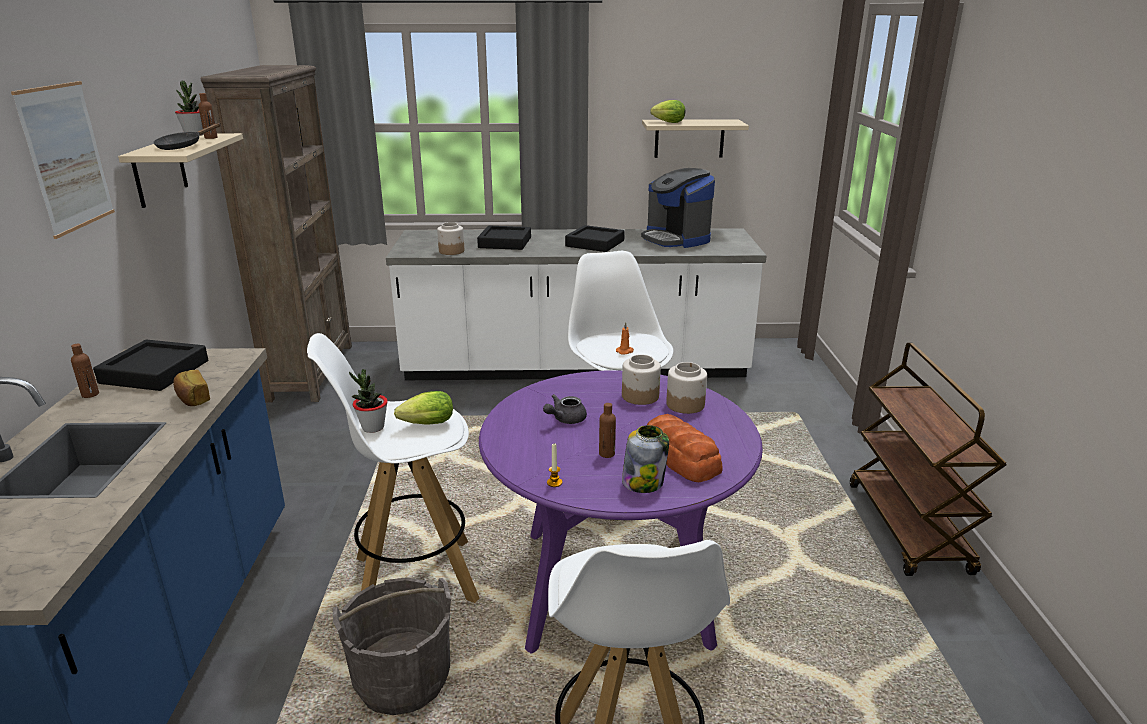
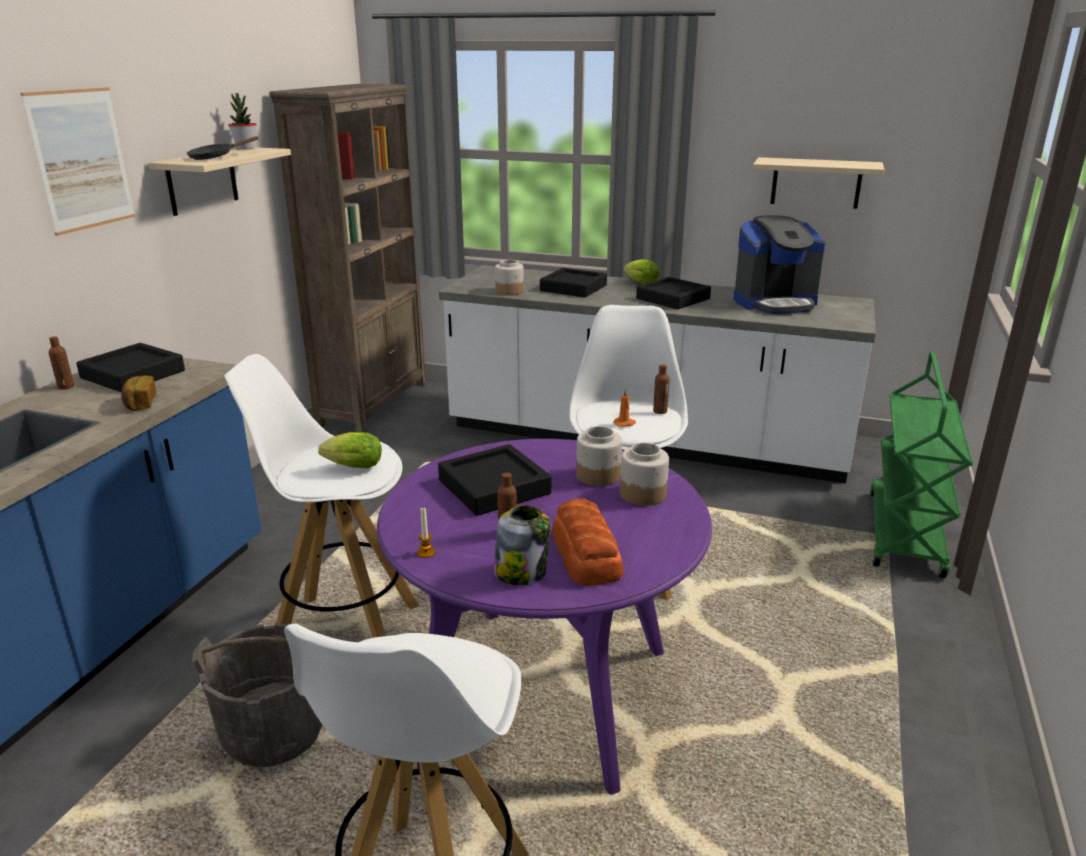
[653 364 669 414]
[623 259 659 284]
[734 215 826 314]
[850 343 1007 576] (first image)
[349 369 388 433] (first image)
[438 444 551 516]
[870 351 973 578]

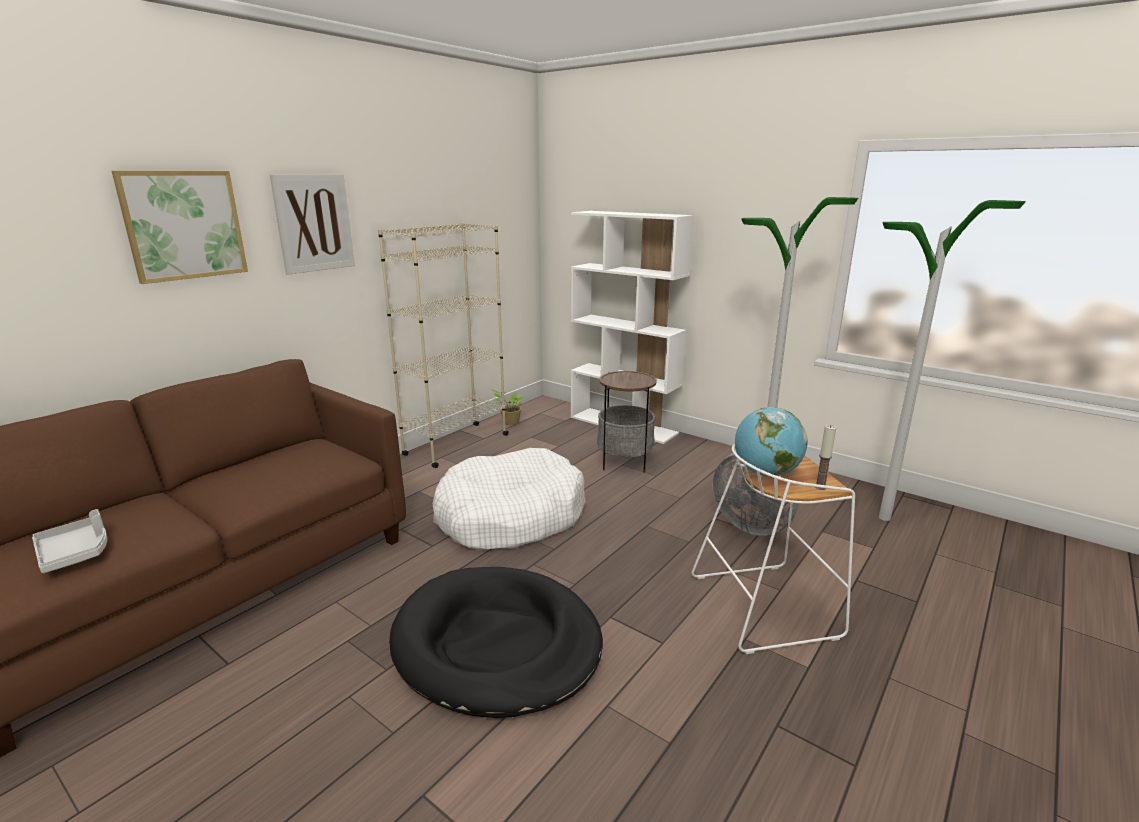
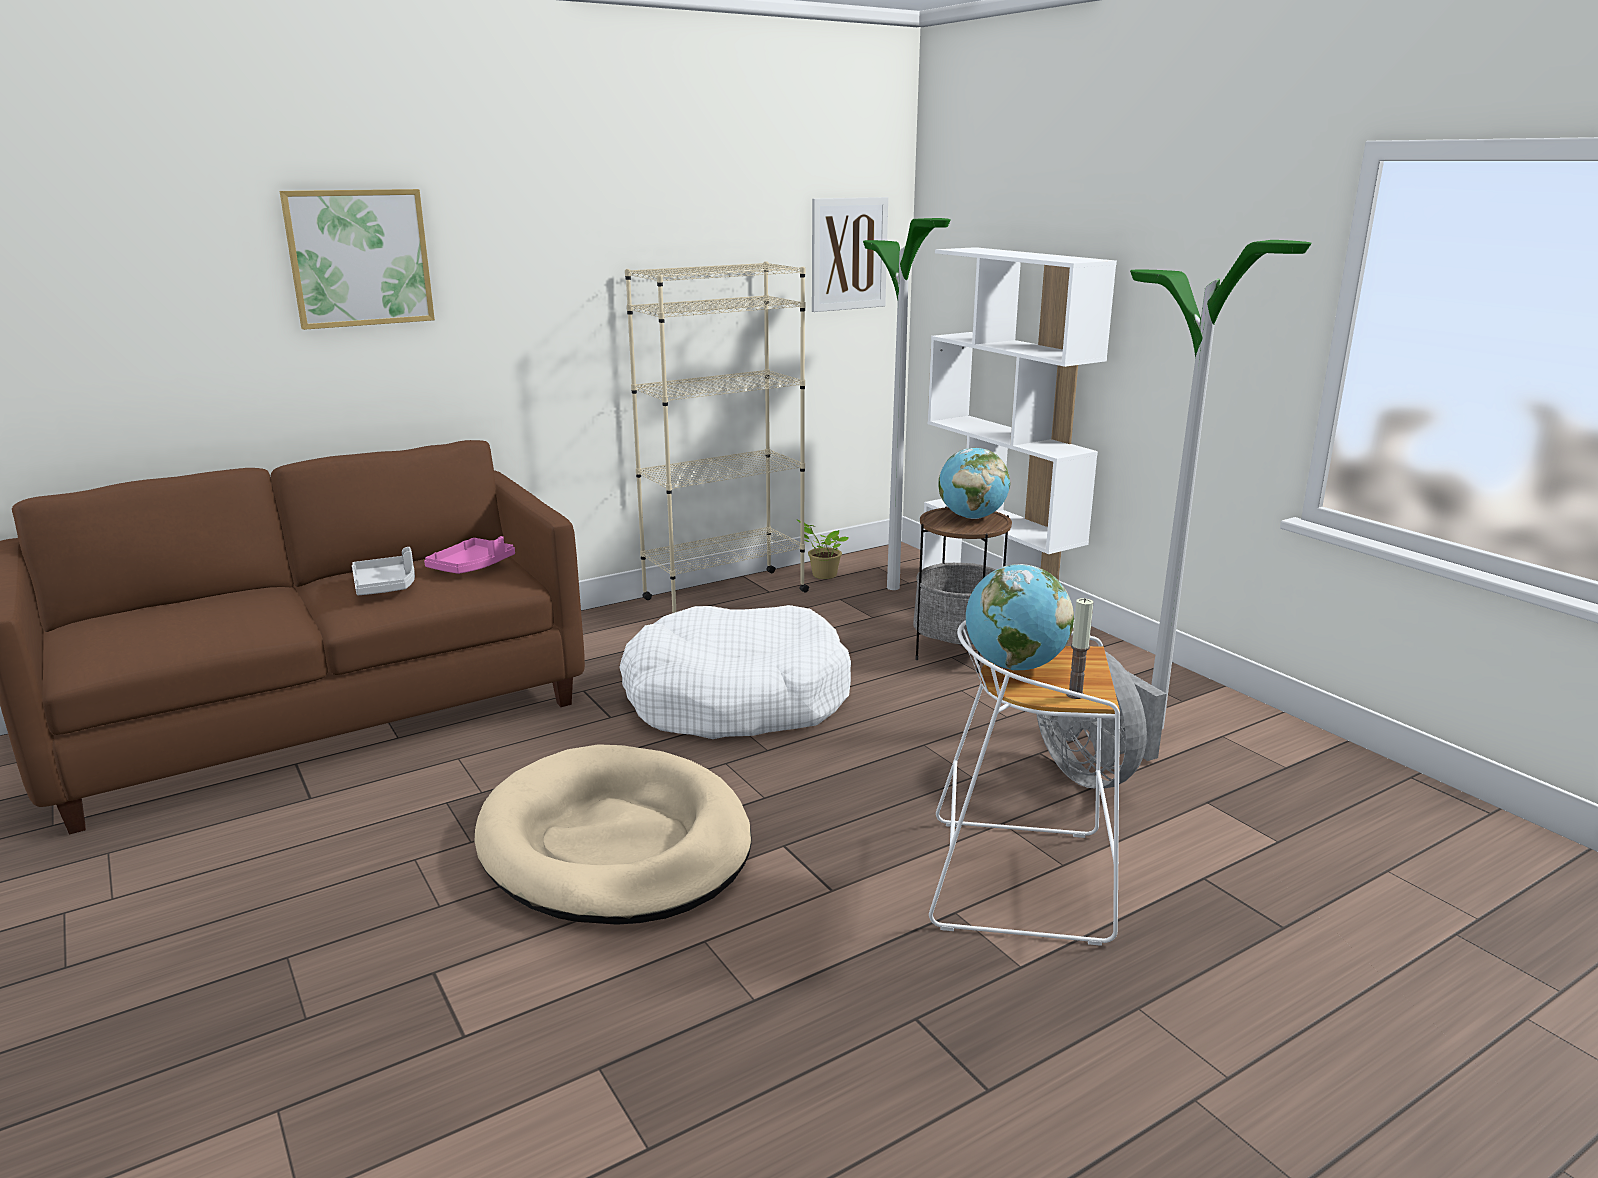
[812 197 888 312]
[863 218 951 590]
[352 547 415 595]
[475 744 752 925]
[938 448 1010 519]
[424 536 515 574]

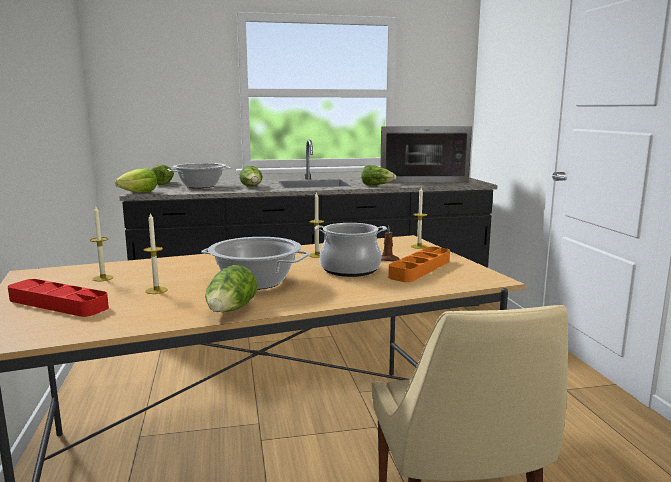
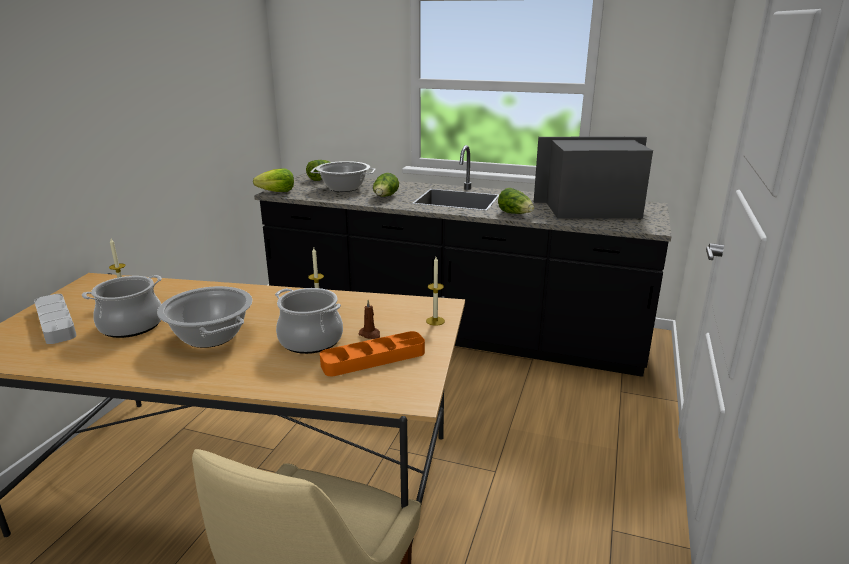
[534 137 653 218]
[82 275 162 338]
[205 265 257 312] (first image)
[34 294 77 344]

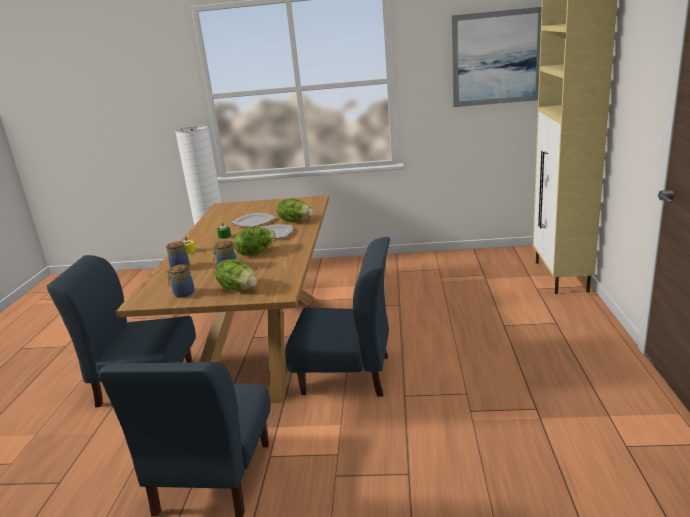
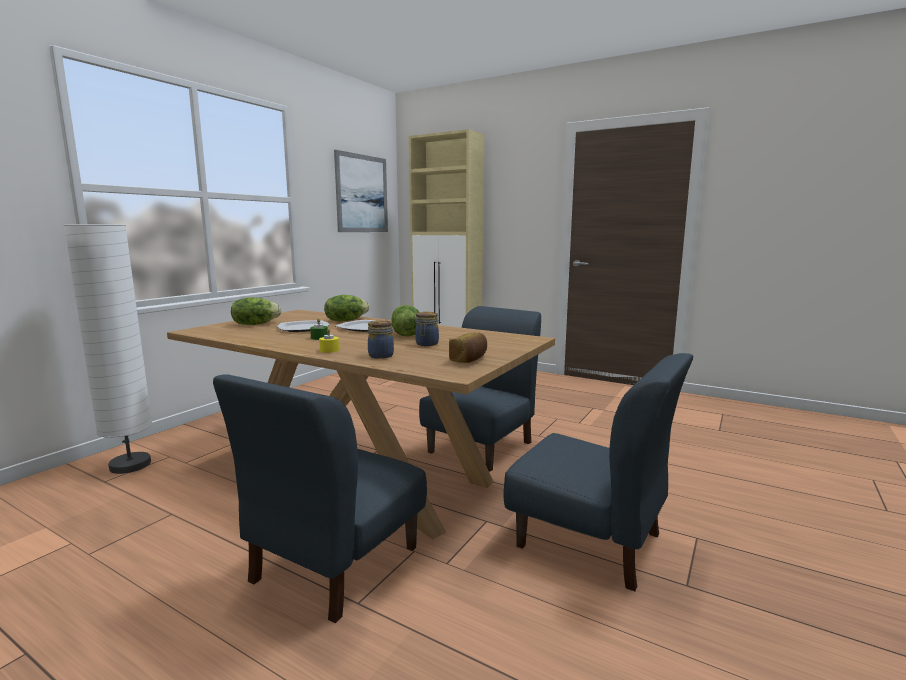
[231 297 281 325]
[449 332 487 363]

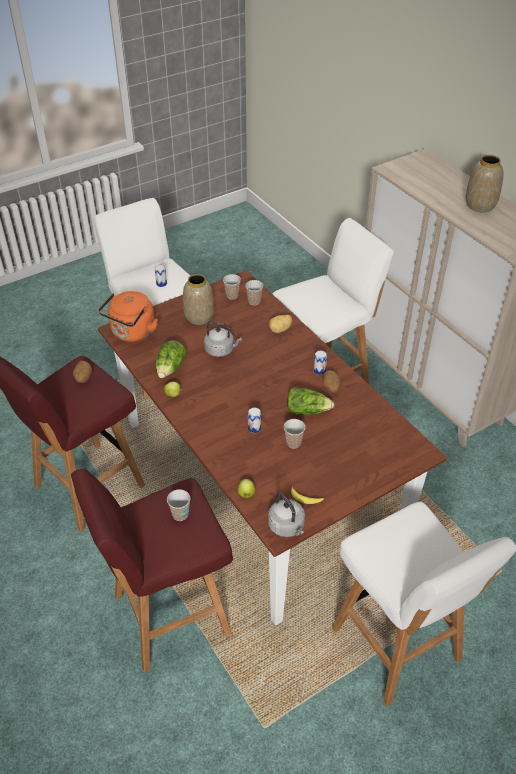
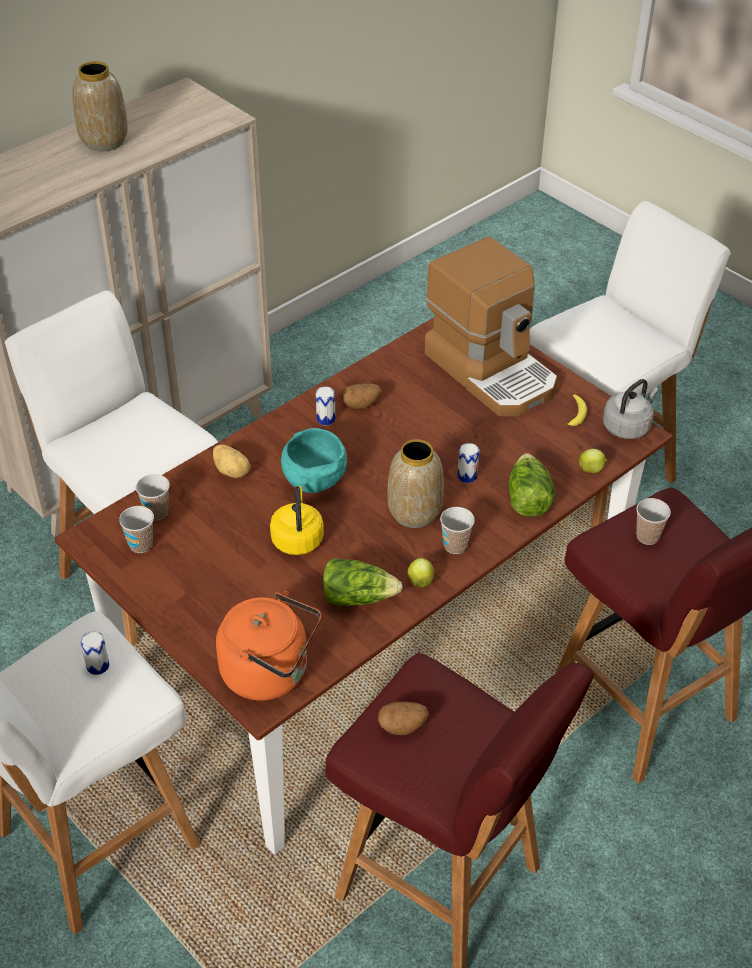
[387 439 444 528]
[270 486 324 555]
[508 453 555 517]
[440 507 475 554]
[425 237 557 416]
[281 428 347 493]

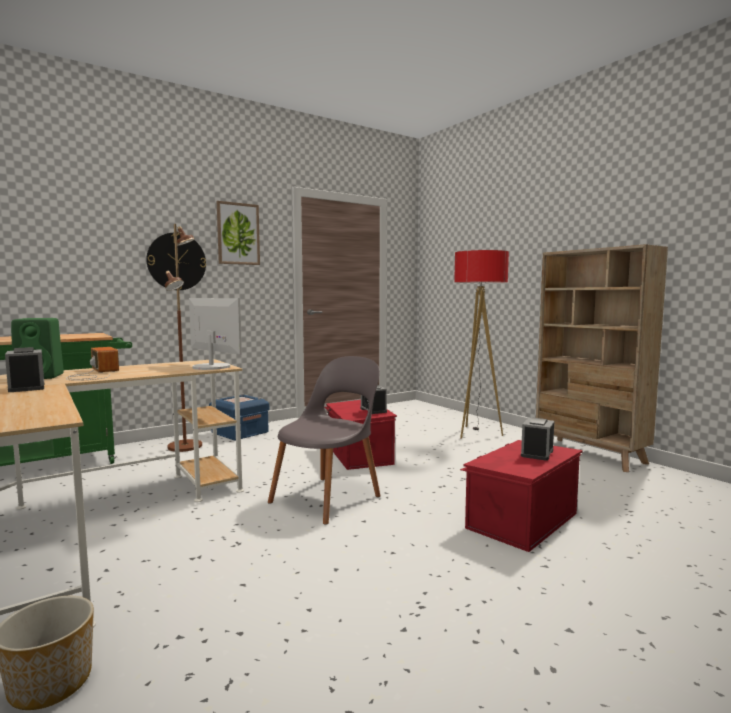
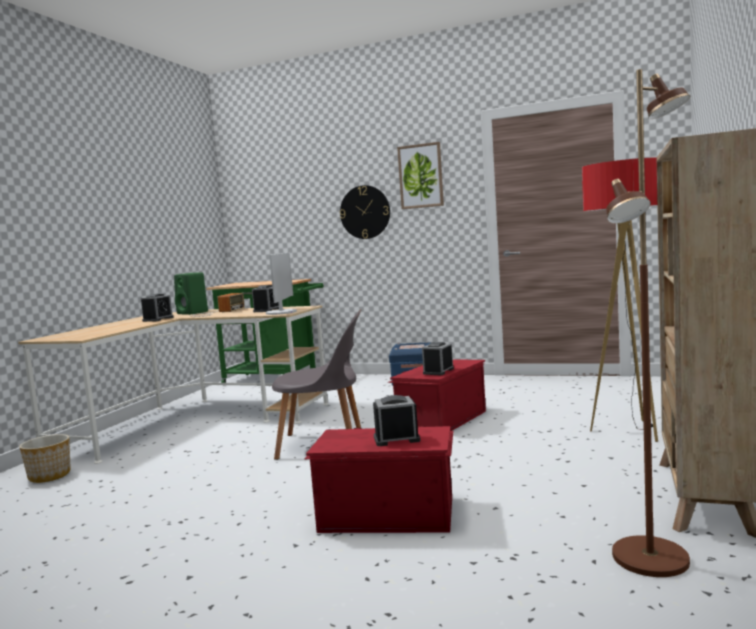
[606 69 690 577]
[252 285 279 312]

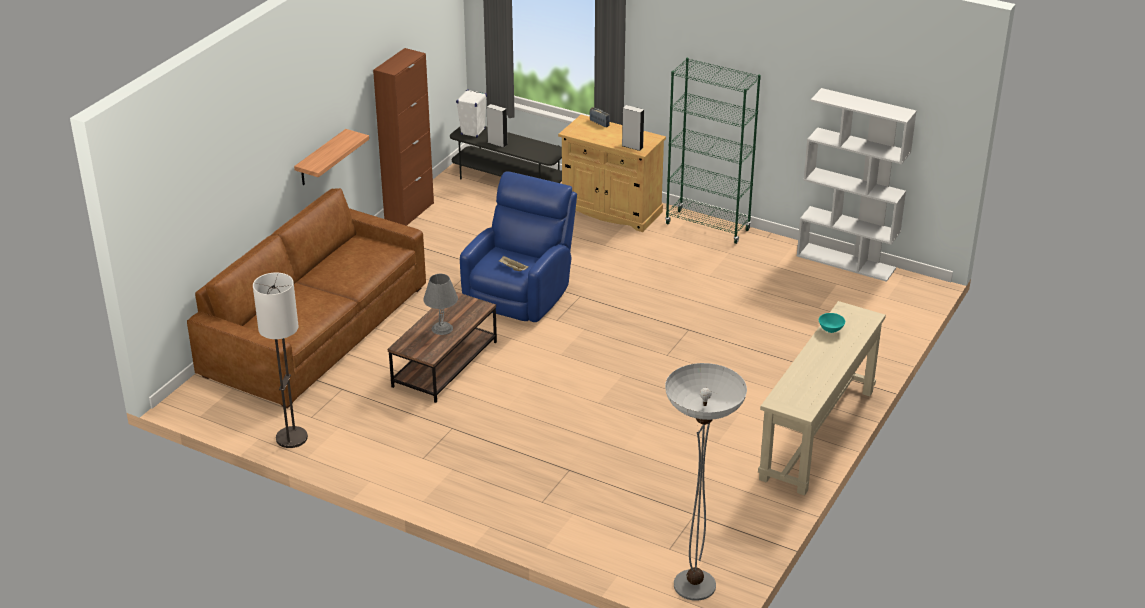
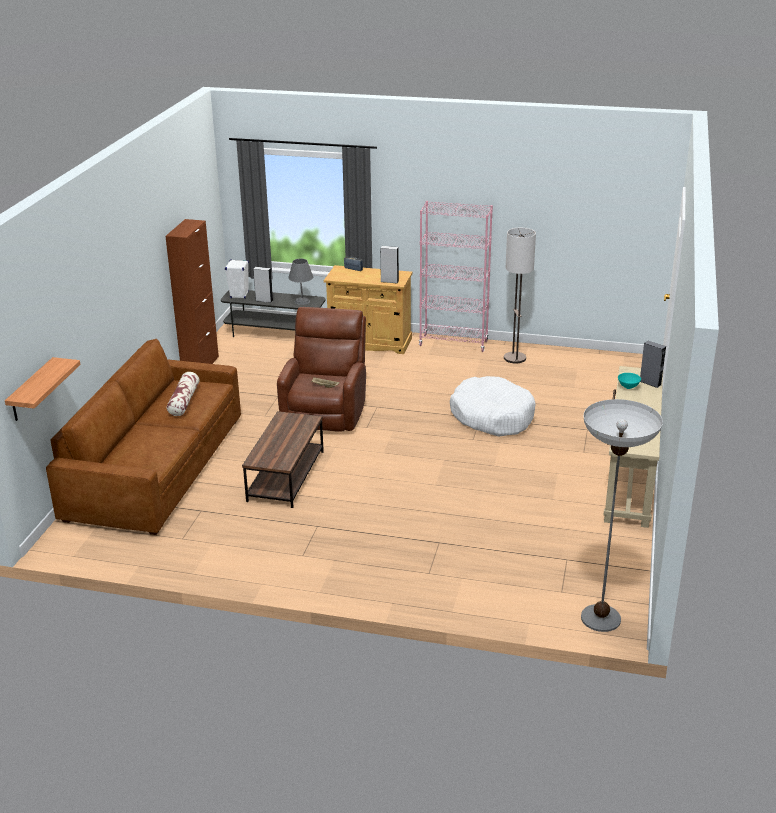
[419 201 493 352]
[797 88 917 282] (first image)
[5 357 81 421]
[277 307 366 432]
[504 228 536 363]
[288 259 313 305]
[640 341 666 388]
[167 372 200 416]
[450 376 536 437]

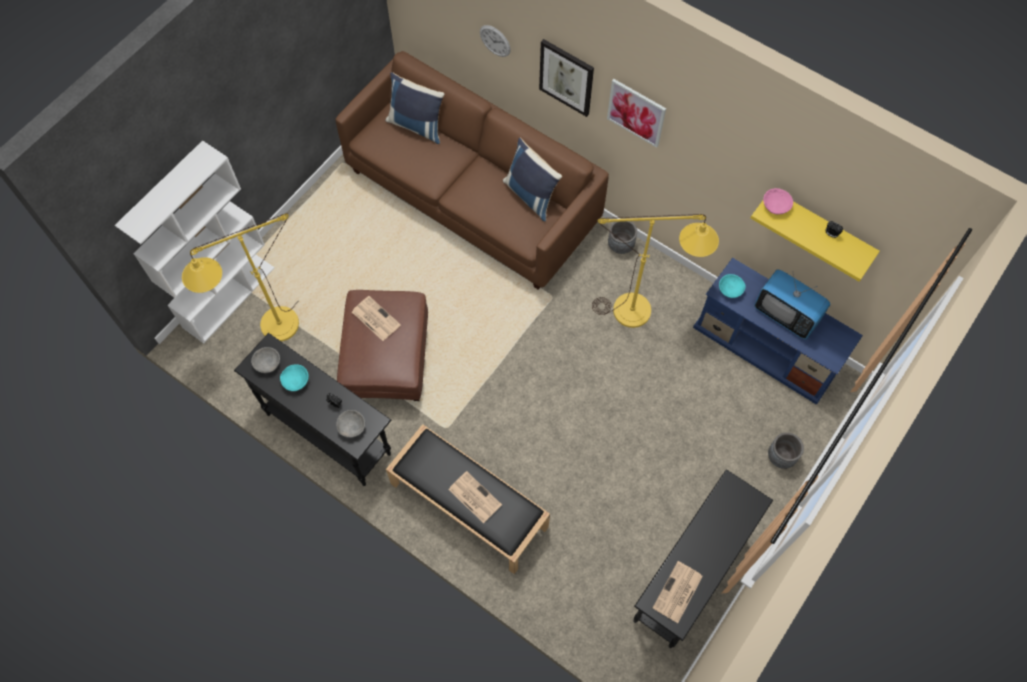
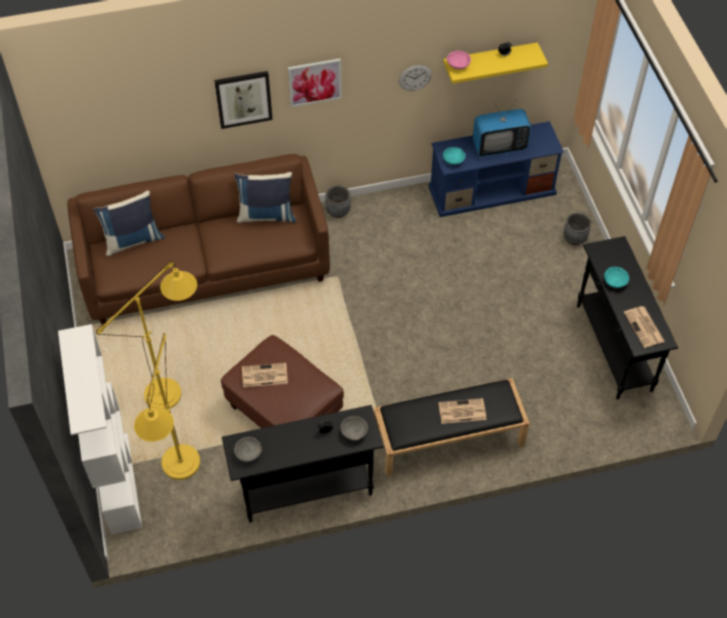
[399 65 432 91]
[96 261 197 408]
[604 267 629 288]

